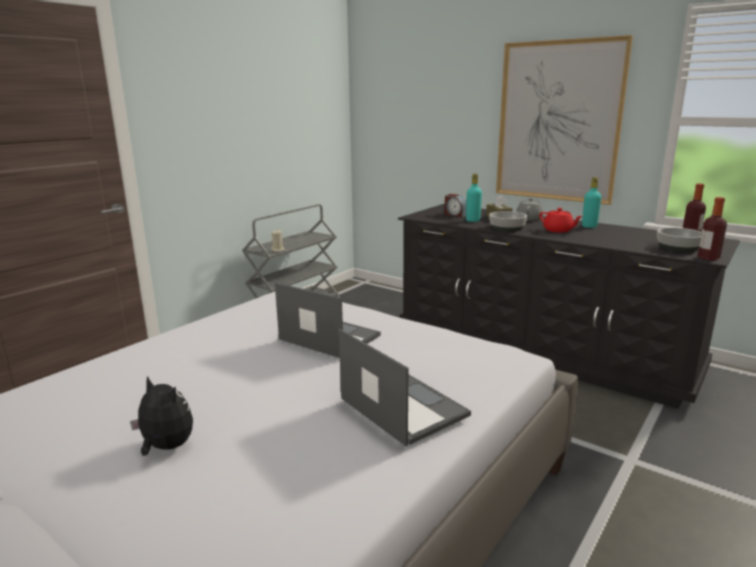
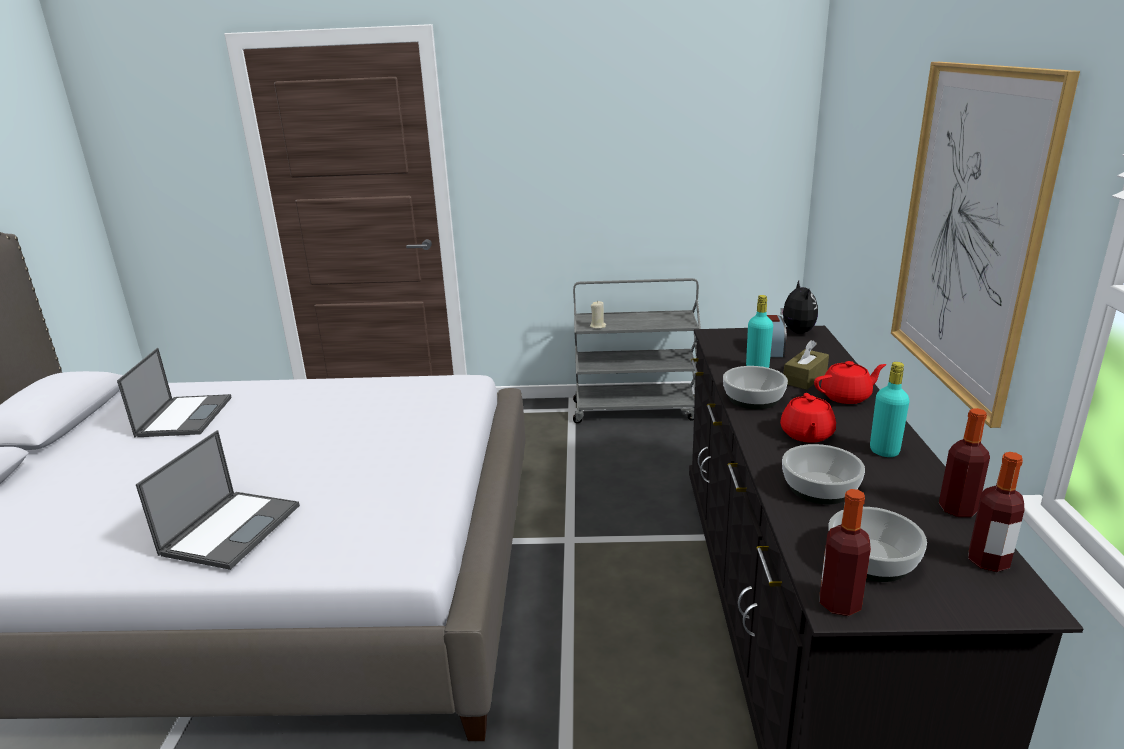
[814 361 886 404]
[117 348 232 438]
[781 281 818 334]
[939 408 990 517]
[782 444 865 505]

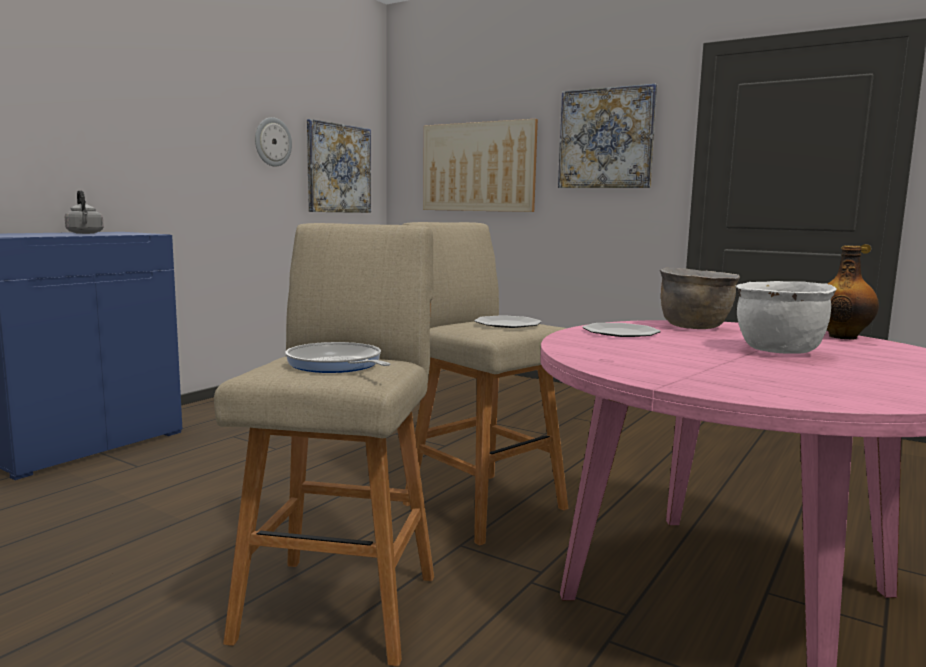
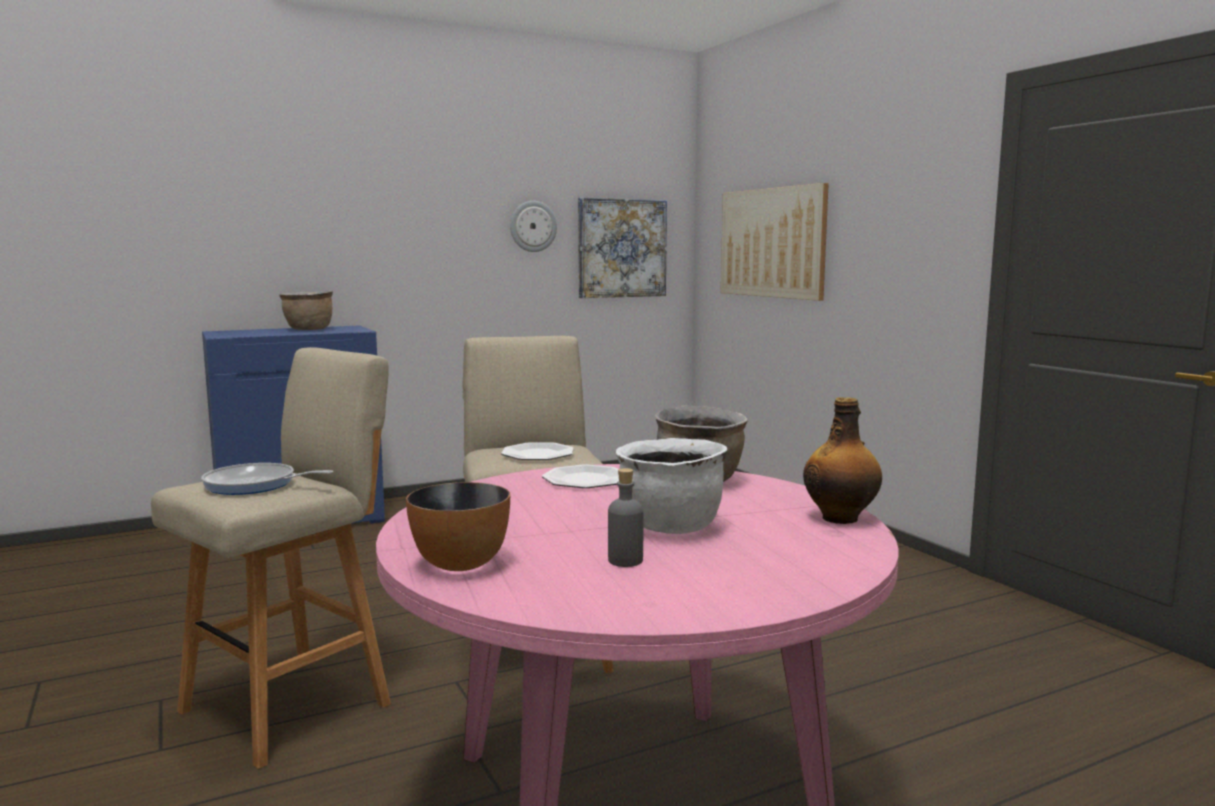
[558 84 657 188] (first image)
[279 291 333 330]
[201 463 333 495]
[608 468 643 567]
[406 482 510 571]

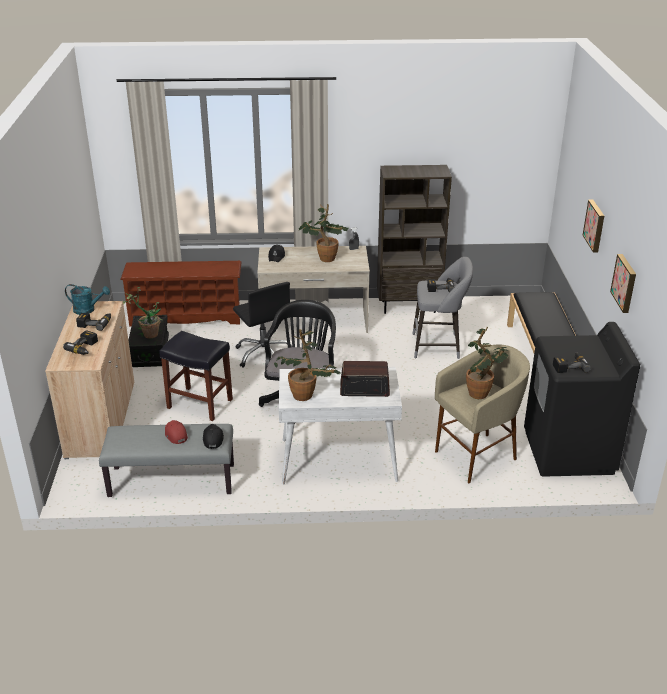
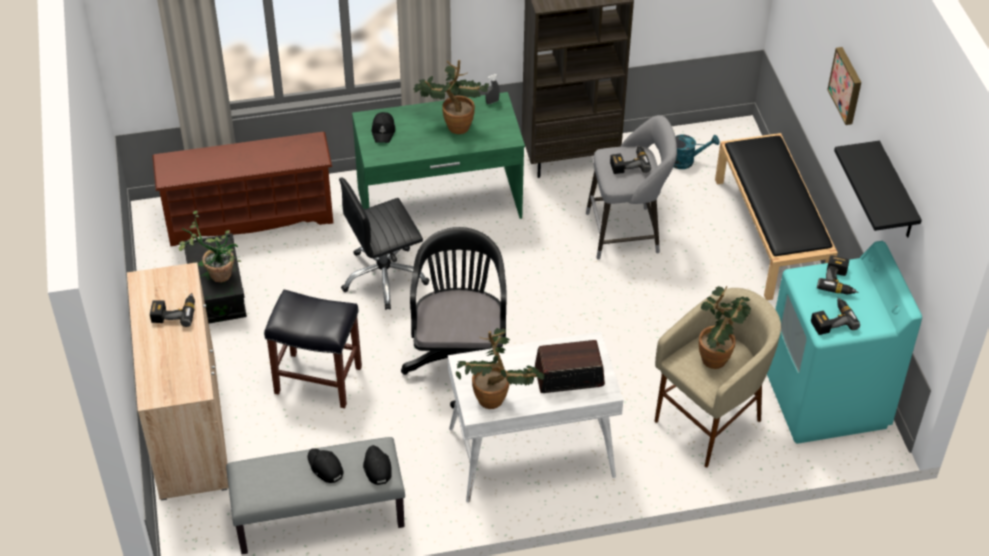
[352 92 525 219]
[834 141 922 238]
[339 177 429 310]
[674 135 720 169]
[767 241 922 444]
[817 255 859 295]
[308 448 343 483]

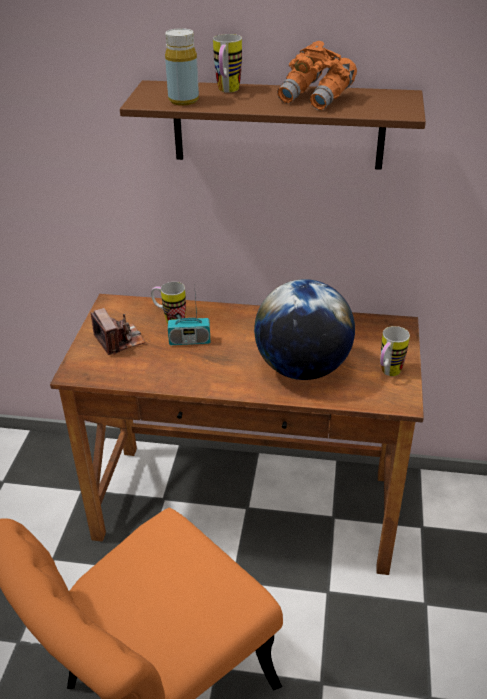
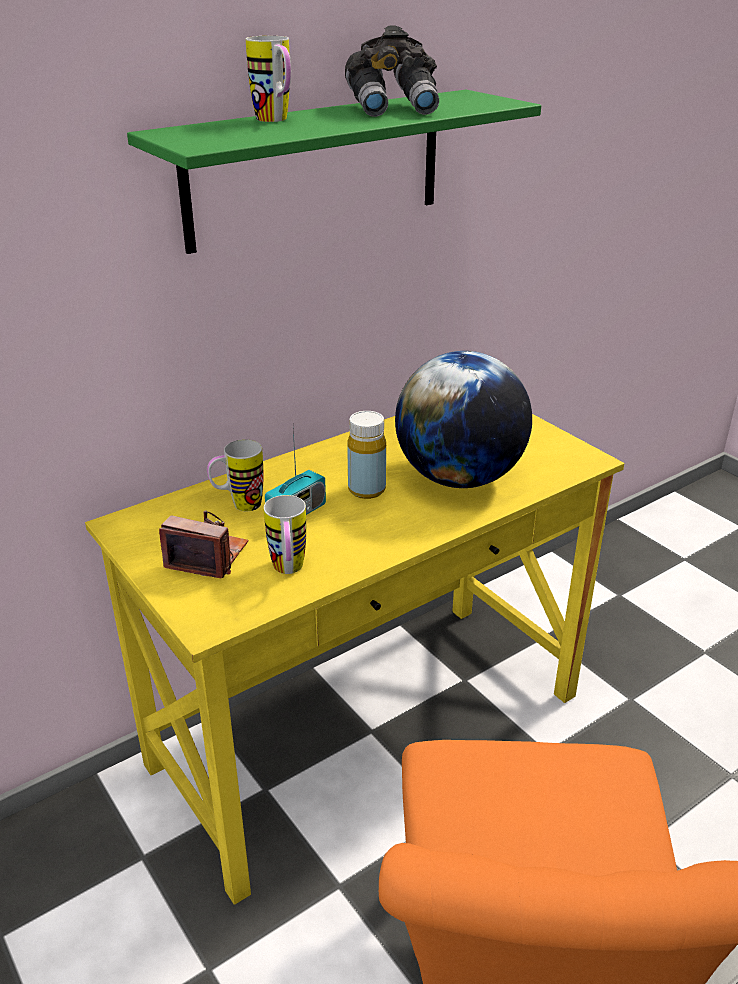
[347 411 386 499]
[345 26 439 117]
[127 90 541 254]
[85 414 624 905]
[264 495 306 574]

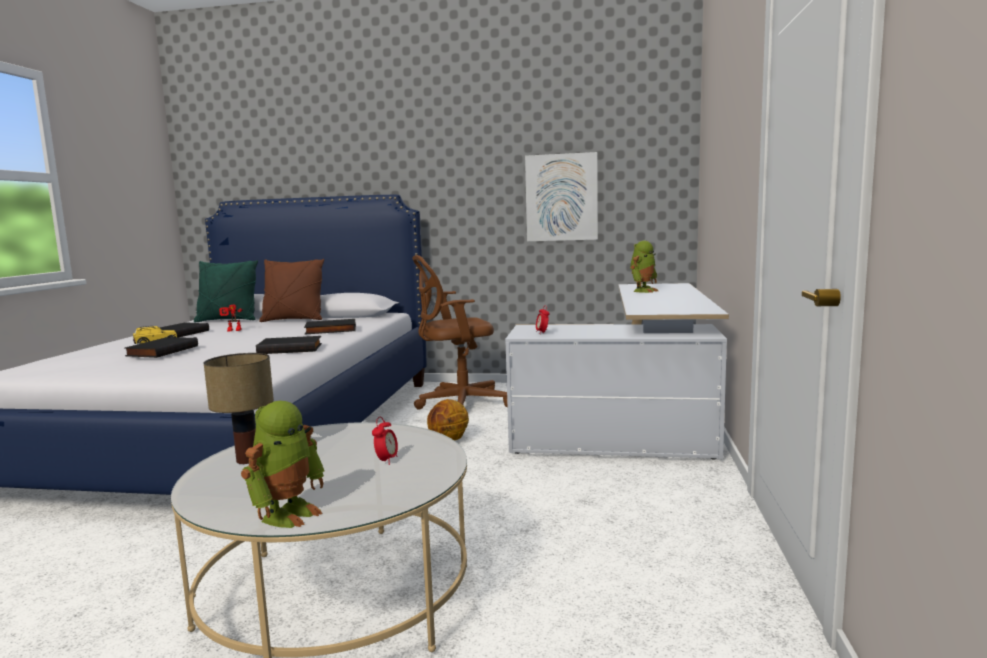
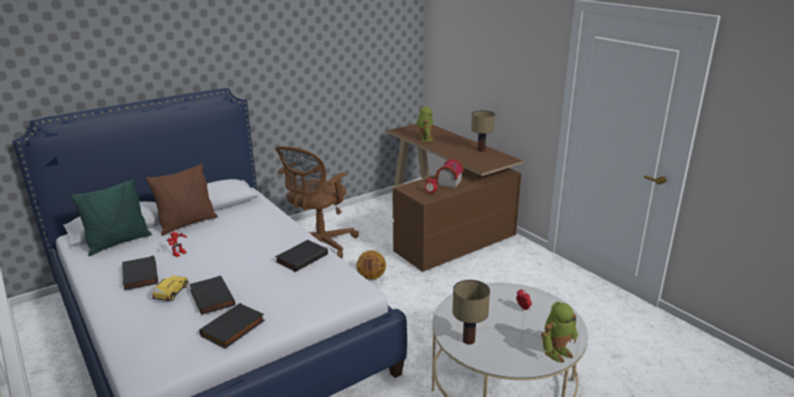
[525 152 598 241] (first image)
[387 123 523 272]
[199 303 265 349]
[541 302 578 363]
[471 110 495 152]
[435 159 464 188]

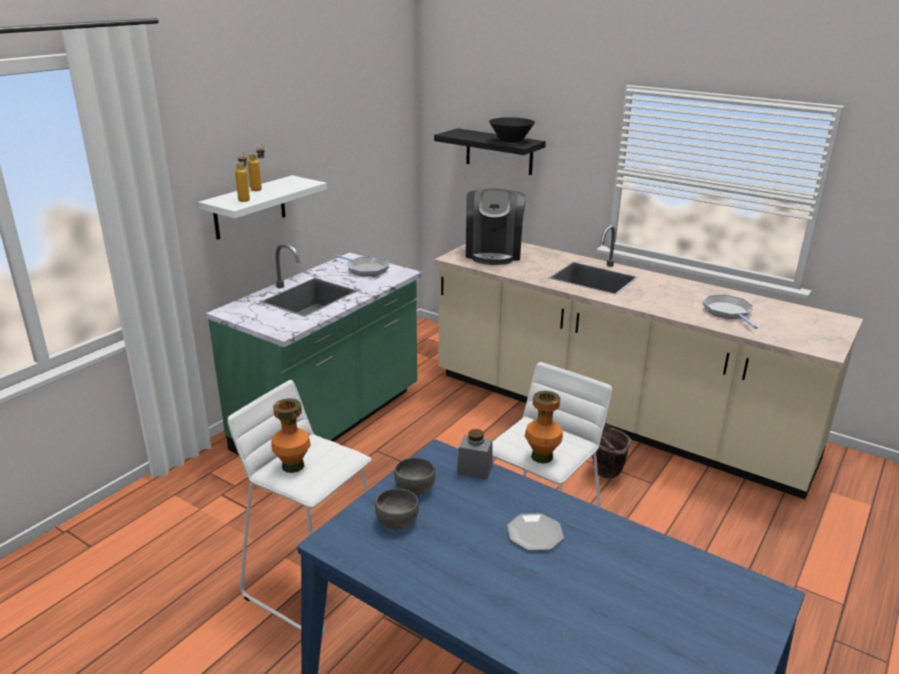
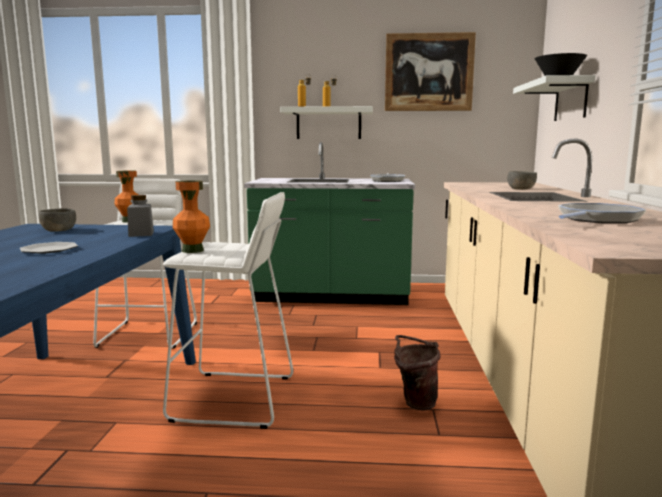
[513 75 596 121]
[466 188 526 265] (first image)
[507 171 537 190]
[385 32 476 111]

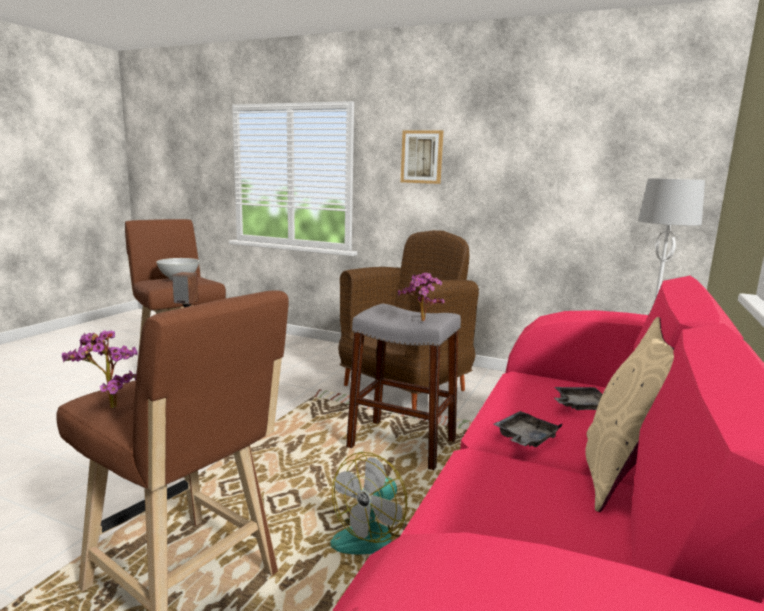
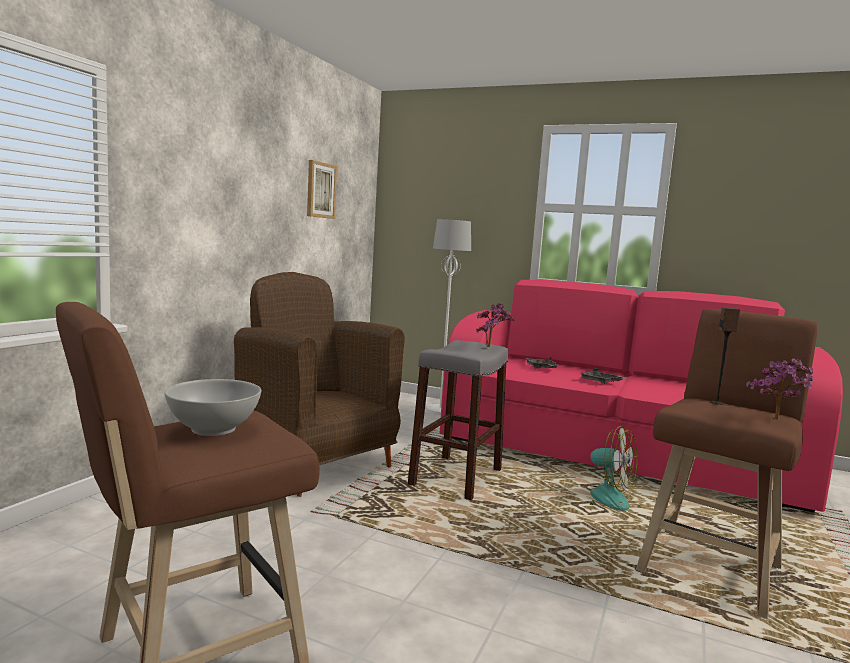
[307 160 337 219]
[585 317 674 512] (first image)

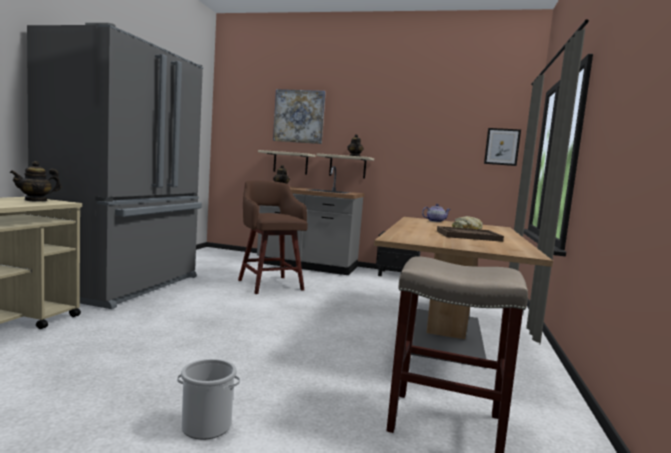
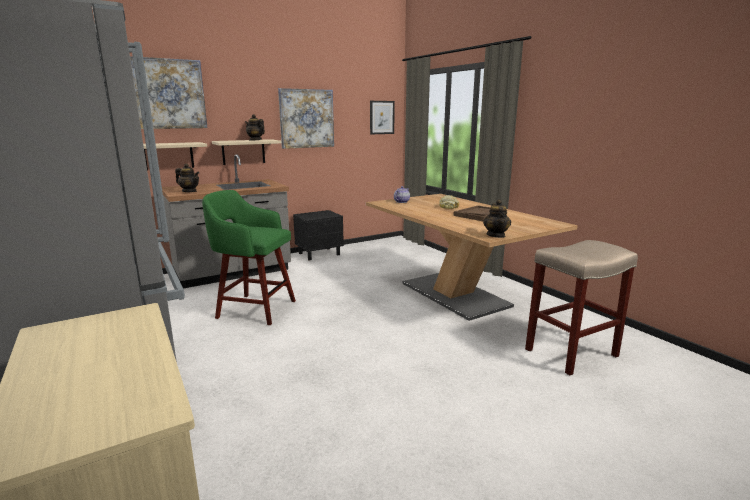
[483 199 511 238]
[202 190 296 325]
[177 359 240 440] (first image)
[278 88 334 149]

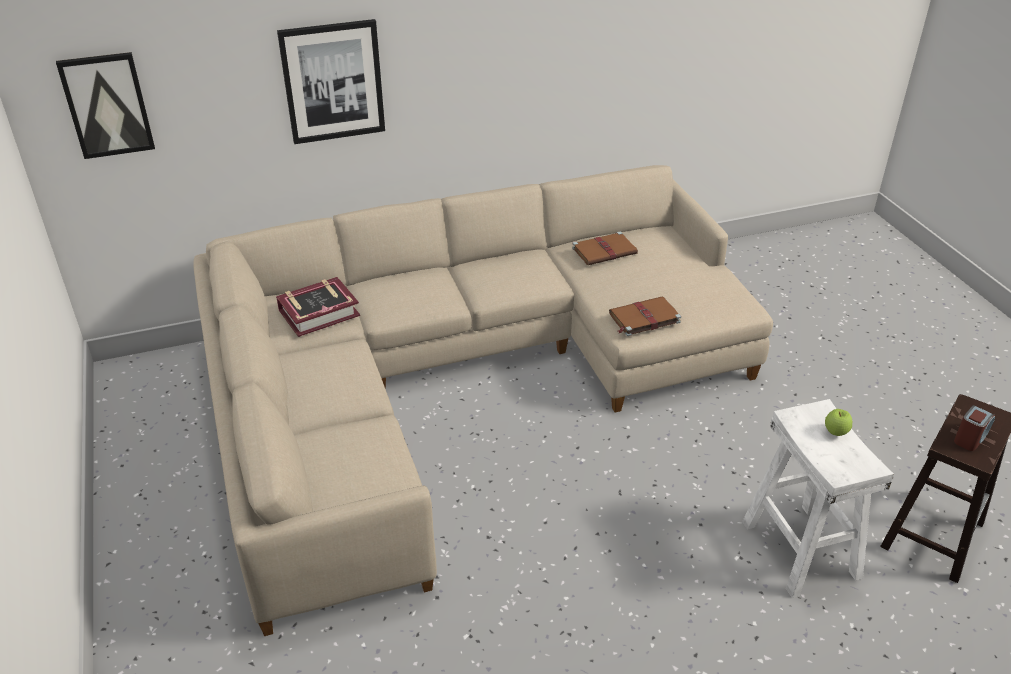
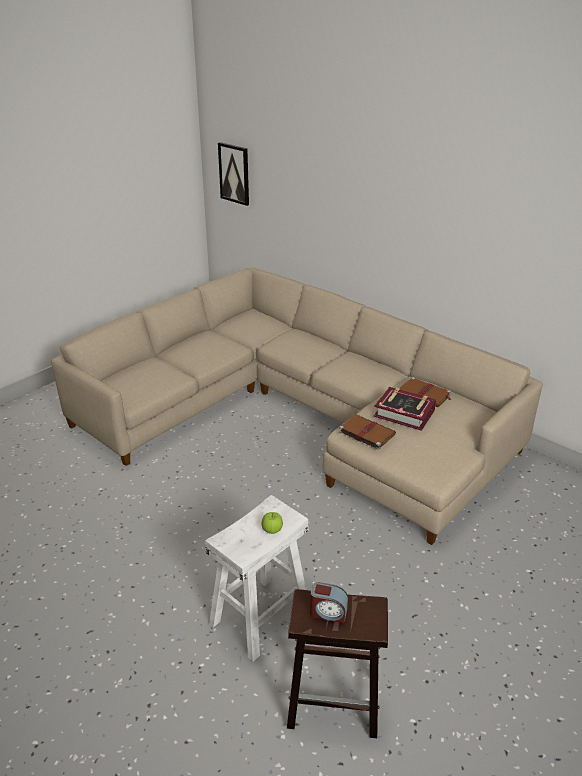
[277 19 385 144] (first image)
[374 387 436 431]

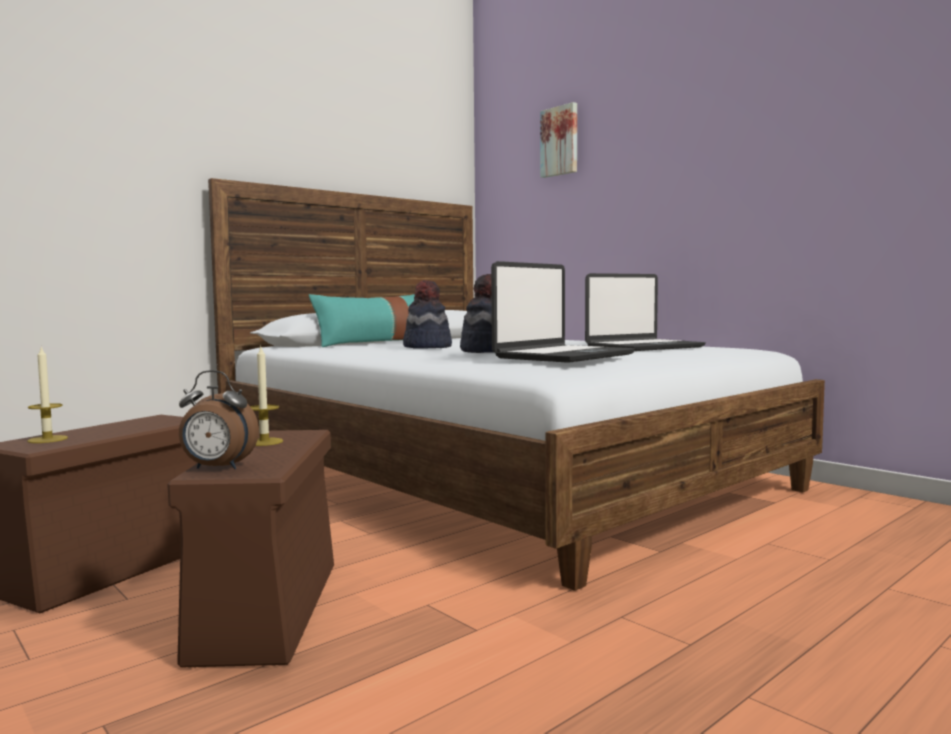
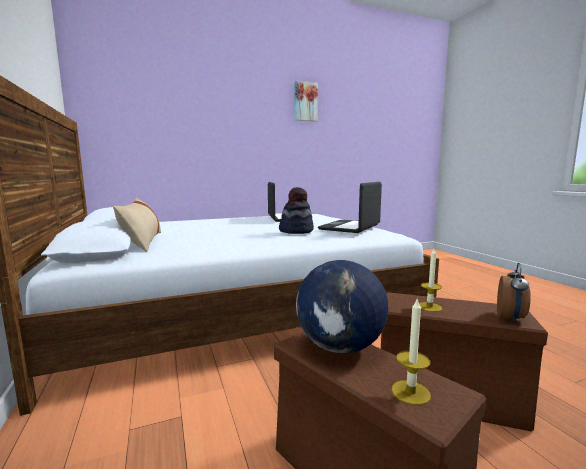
[294 81 318 121]
[318 182 382 233]
[403 280 452 349] (first image)
[113 197 161 252]
[296 260 388 353]

